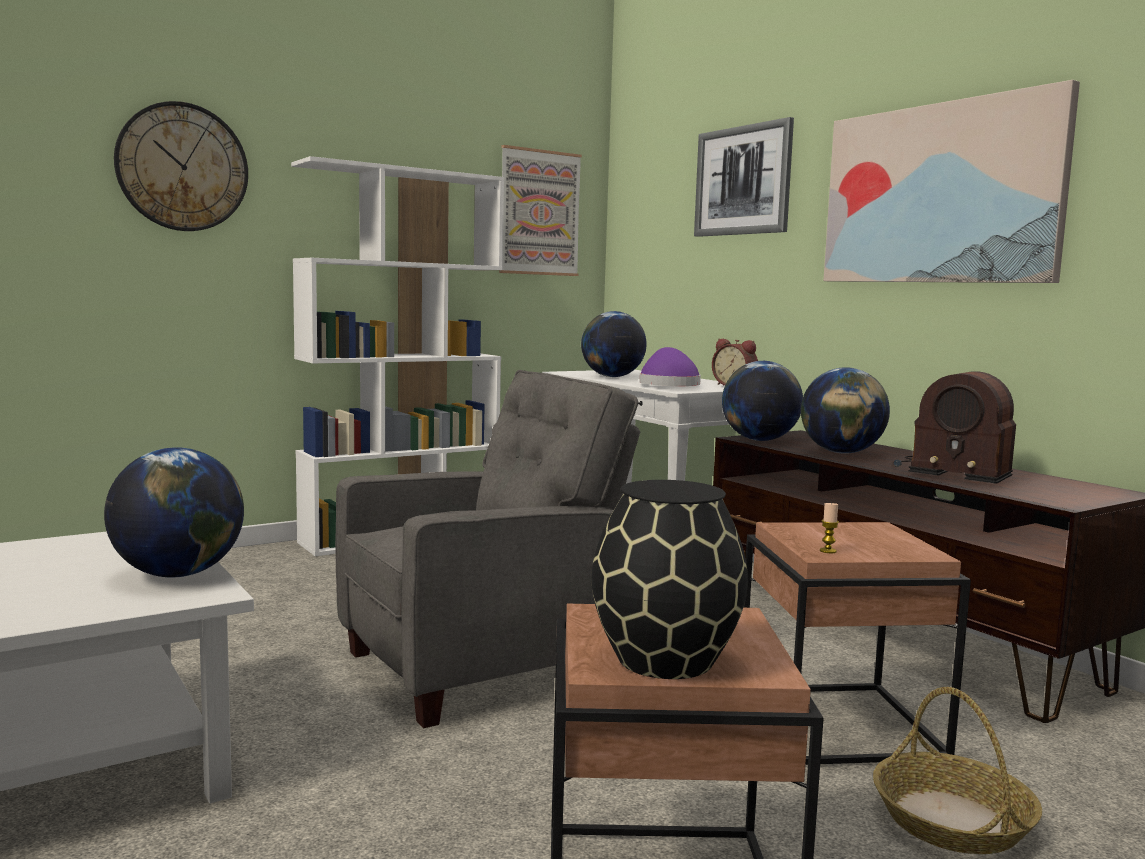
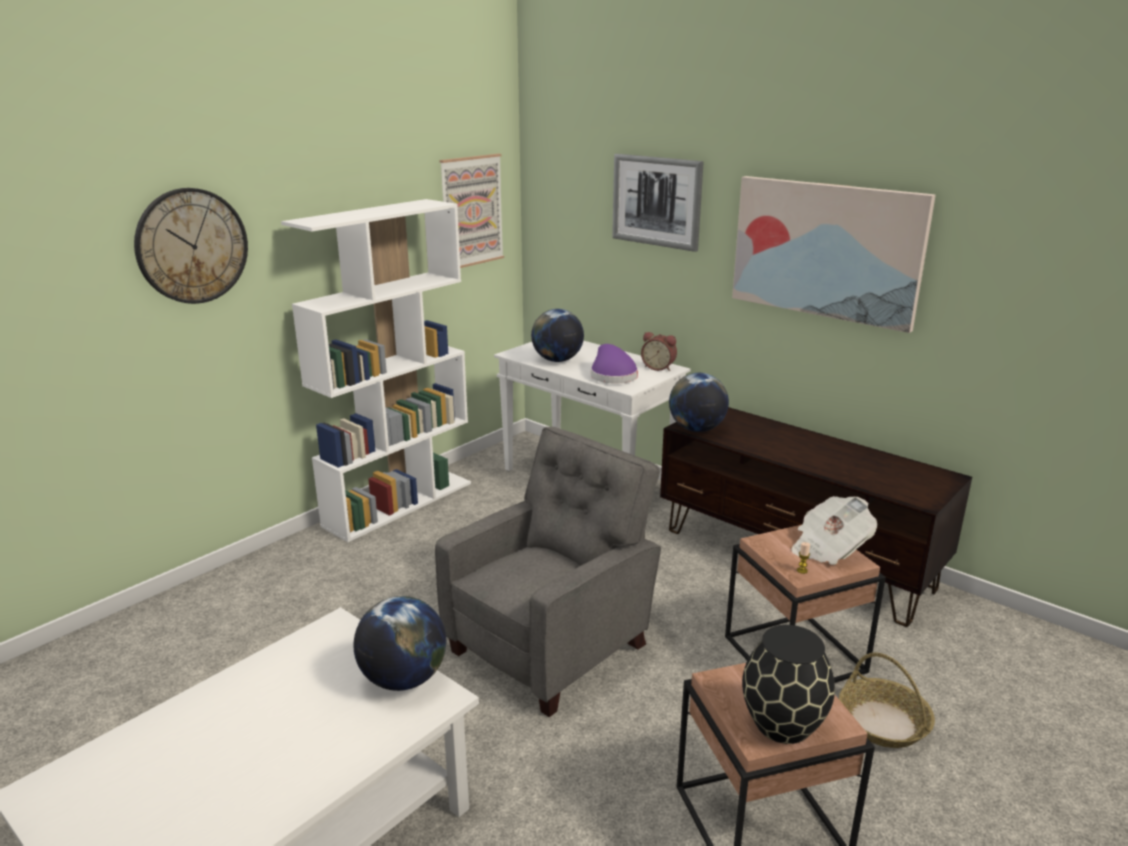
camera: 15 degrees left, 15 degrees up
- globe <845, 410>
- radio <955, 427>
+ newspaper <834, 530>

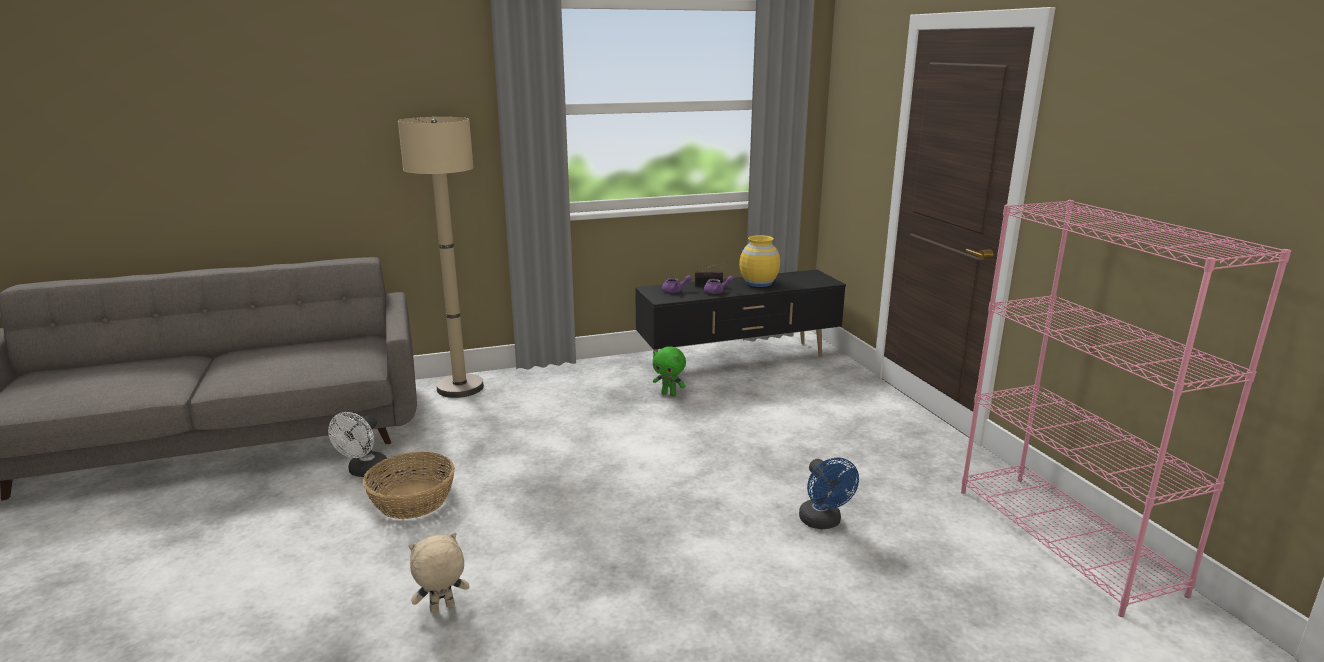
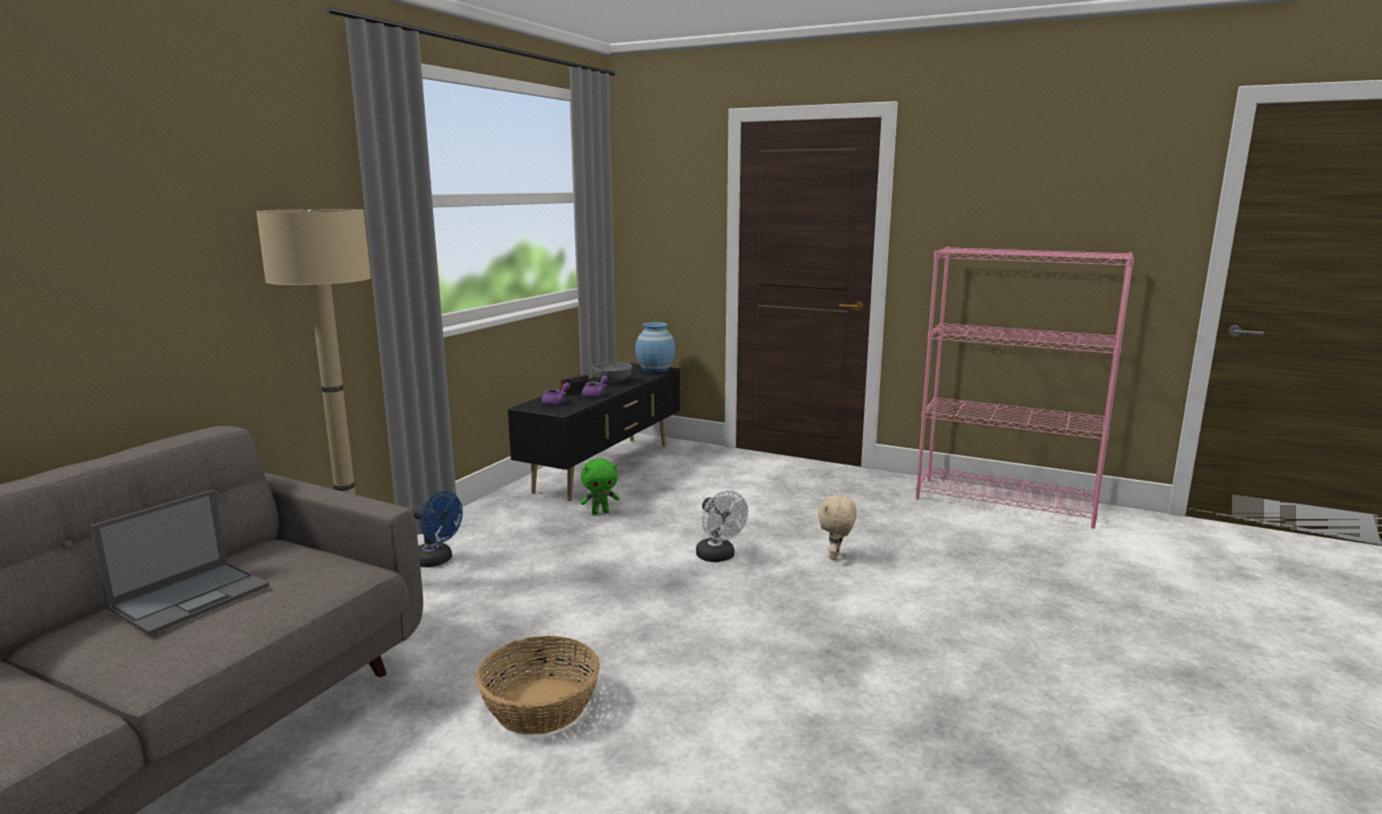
camera: 45 degrees left, 5 degrees down
+ portable computer <179, 562>
+ flower vase in blue-coloured <655, 347>
~ fan in white <357, 444> to <722, 526>
~ plush toy in beige-coloured <439, 572> to <837, 526>
~ fan in blue-coloured <829, 493> to <437, 529>
~ flower vase in yellow <759, 261> to bowl in greyish <612, 372>

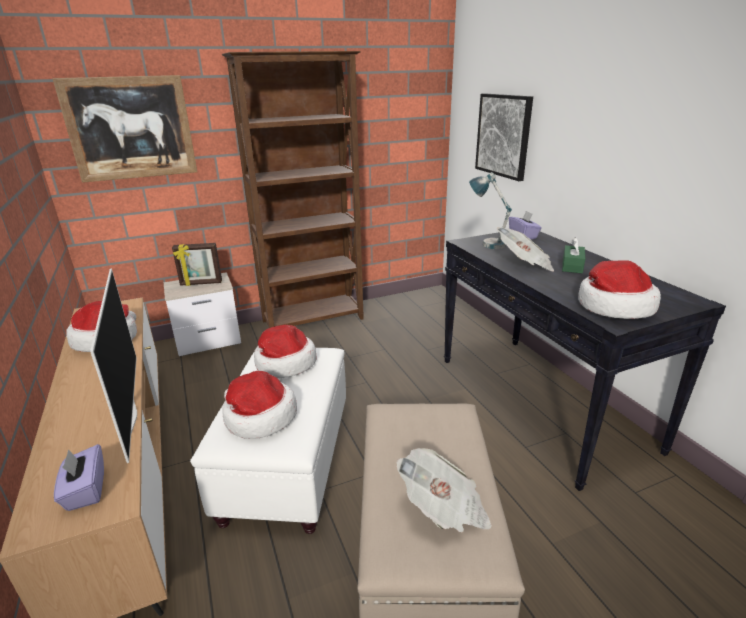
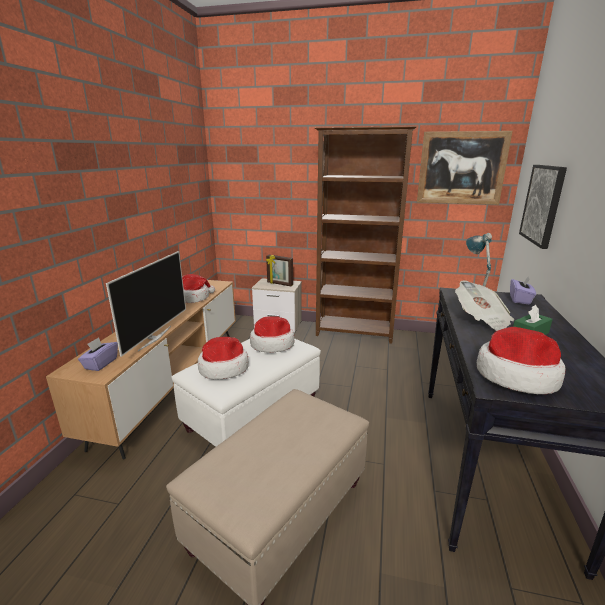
camera: 35 degrees right, 5 degrees down
- newspaper <444, 490>
~ picture <124, 129> to <465, 168>

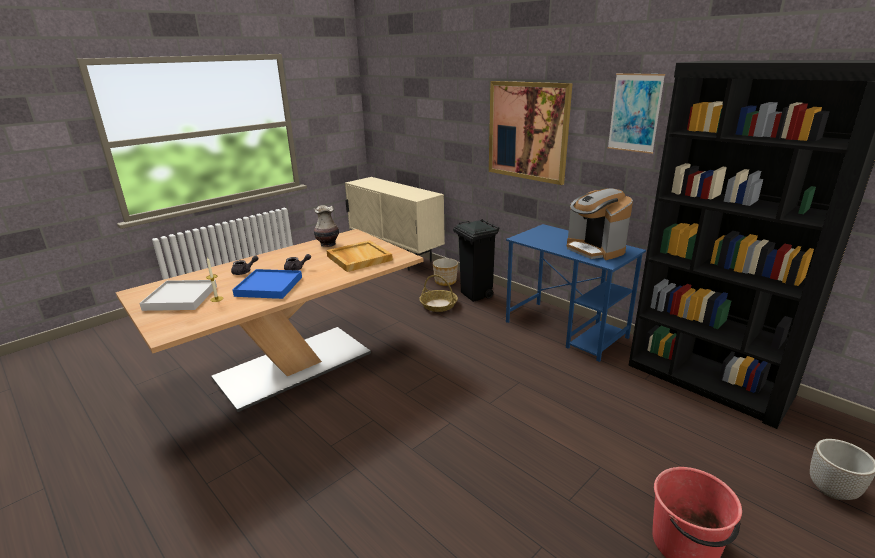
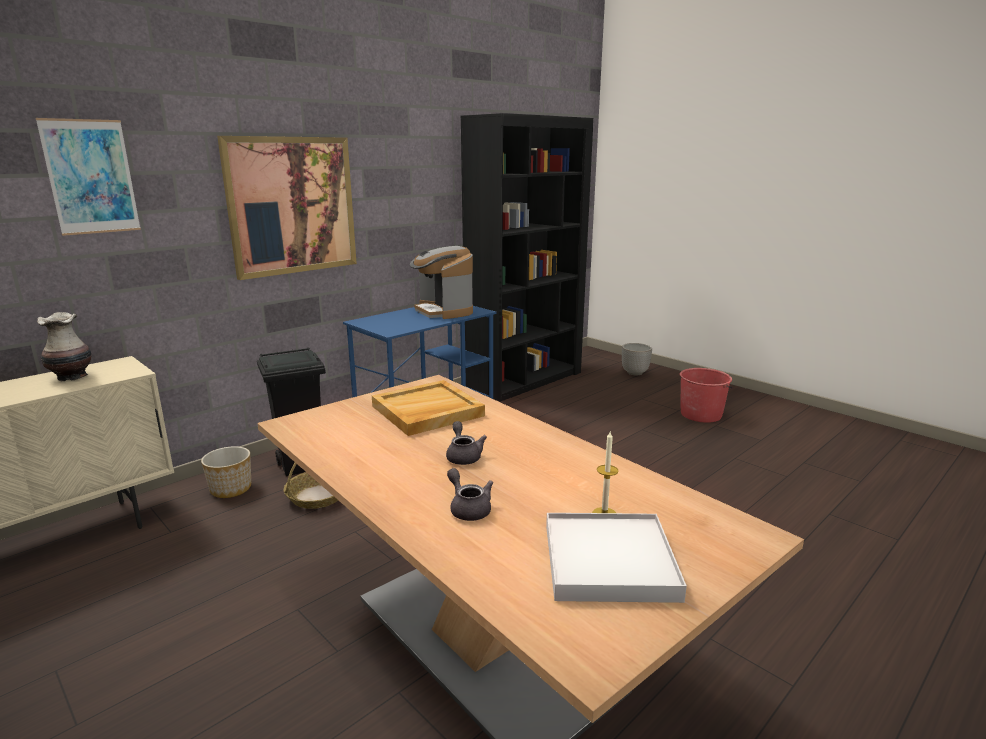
camera: 90 degrees left, 5 degrees down
- serving tray in blue-coloured <267, 284>
~ flower vase <326, 226> to <64, 346>
~ picture <636, 113> to <88, 177>
~ coffee maker <600, 224> = <441, 282> 90 degrees clockwise

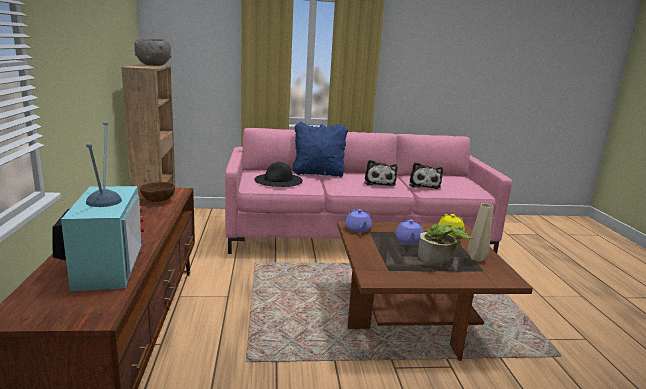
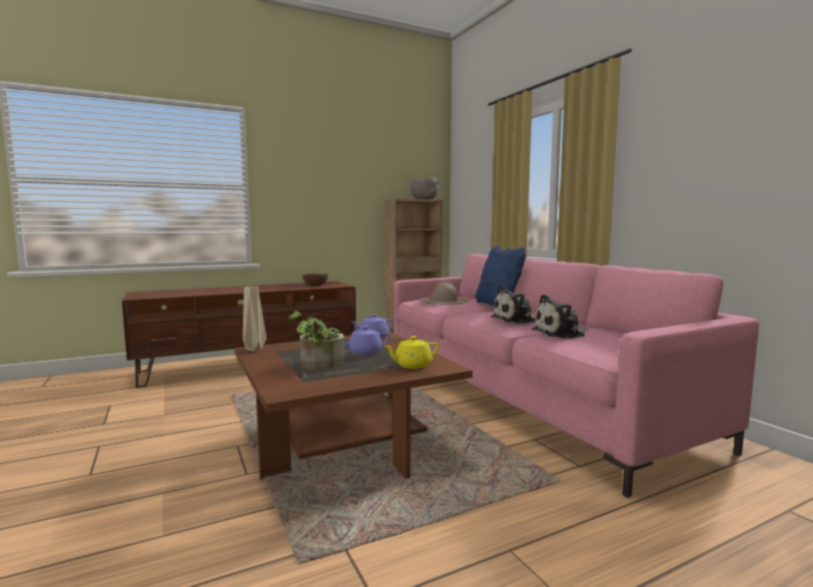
camera: 70 degrees right, 10 degrees down
- TV set <98, 206>
~ flower vase in beige-coloured <480, 233> to <254, 319>
~ clothing hat in black-coloured <278, 174> to clothing hat in beige-coloured <444, 293>

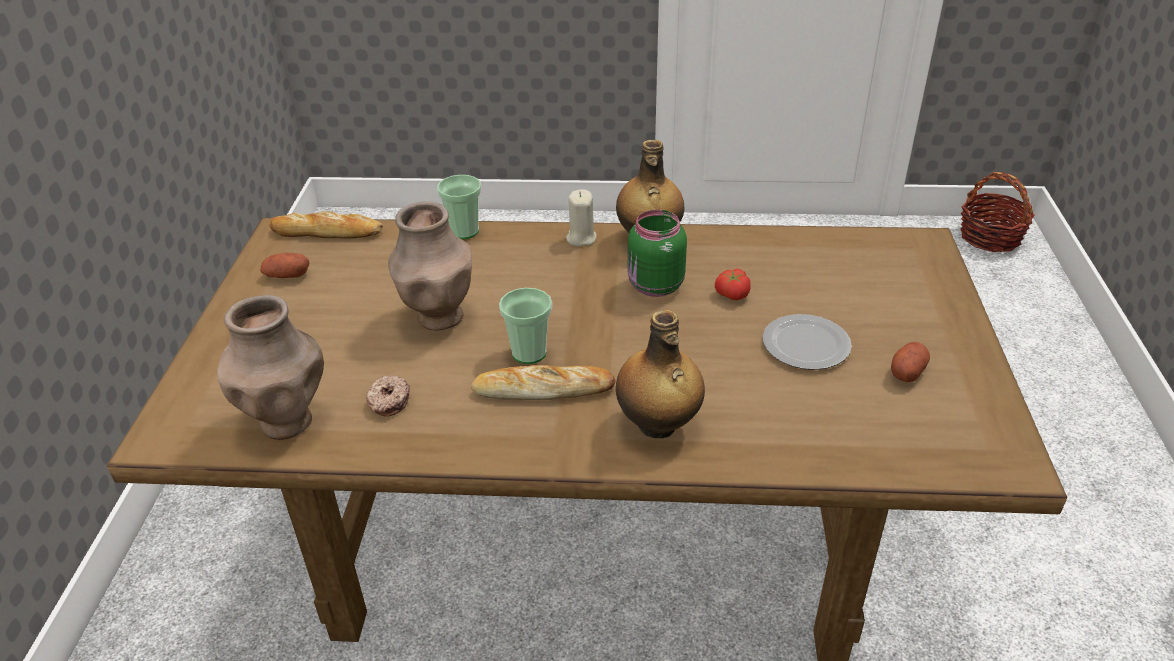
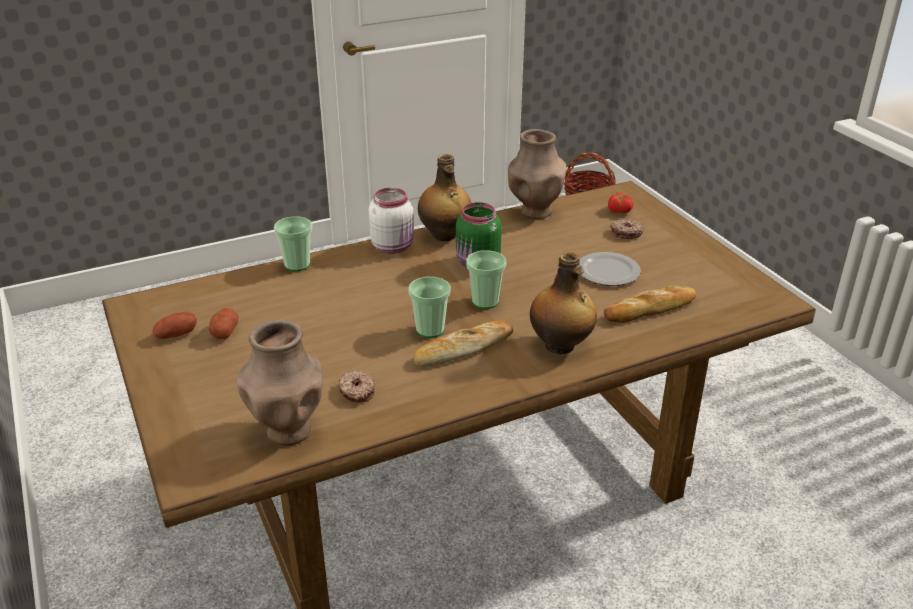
camera: 30 degrees left, 5 degrees down
+ small cup <486, 279>
+ ring doughnut <627, 229>
~ bread <326, 225> to <650, 304>
~ flower vase in brown <430, 266> to <537, 174>
~ whole tomato <733, 284> to <620, 203>
~ potato <910, 362> to <224, 323>
~ candle in beige-coloured <581, 217> to jar in white <391, 221>

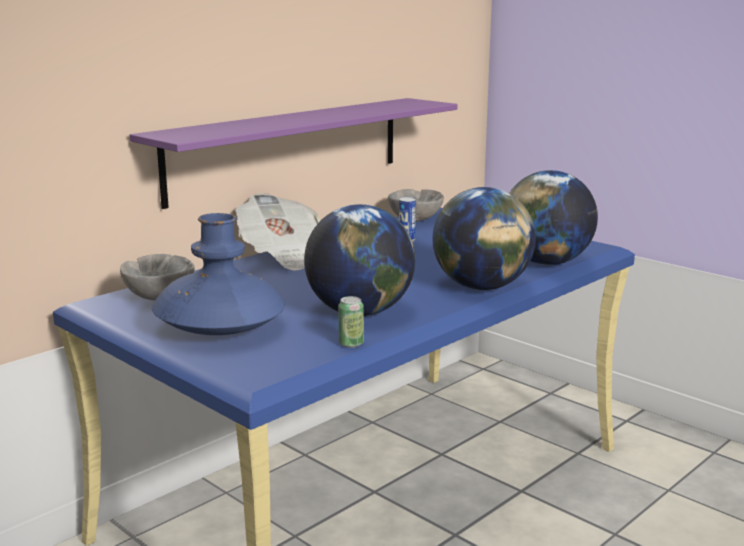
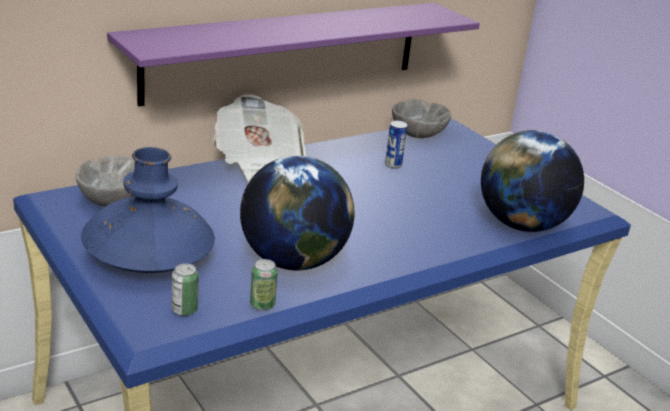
camera: 10 degrees right, 10 degrees up
- globe <484, 238>
+ metal can <185, 289>

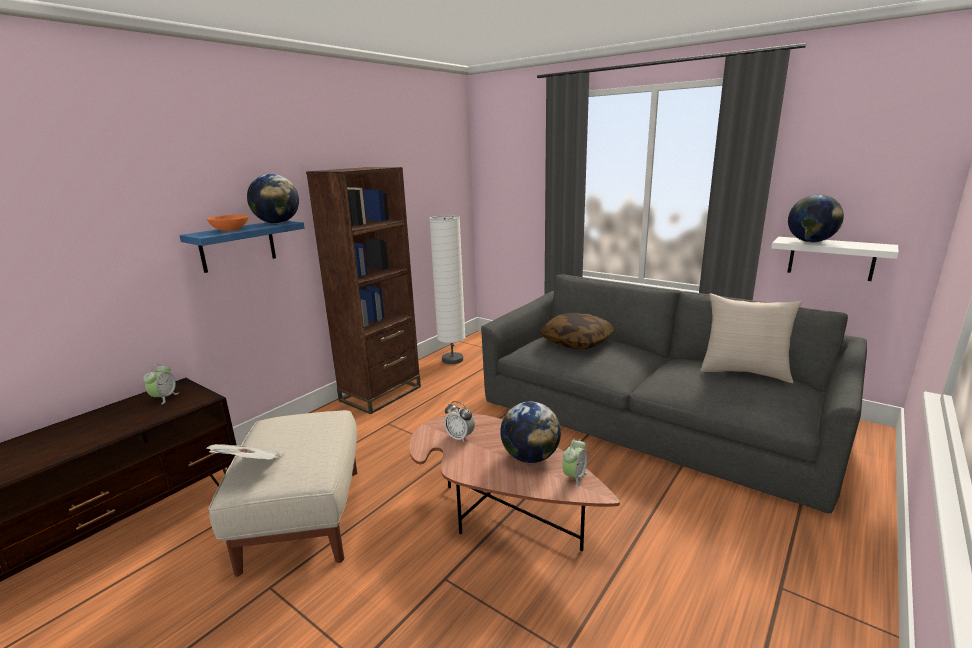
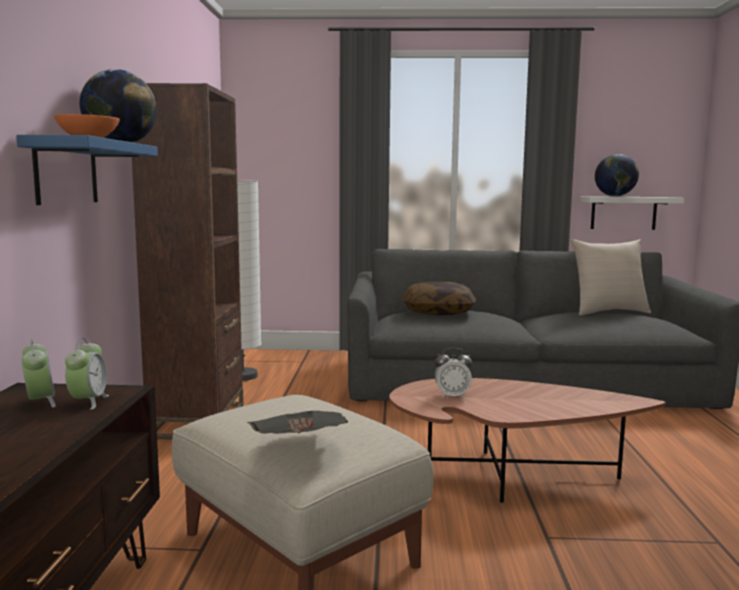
camera: 35 degrees left, 10 degrees down
- globe <530, 432>
~ table clock <575, 463> to <87, 374>

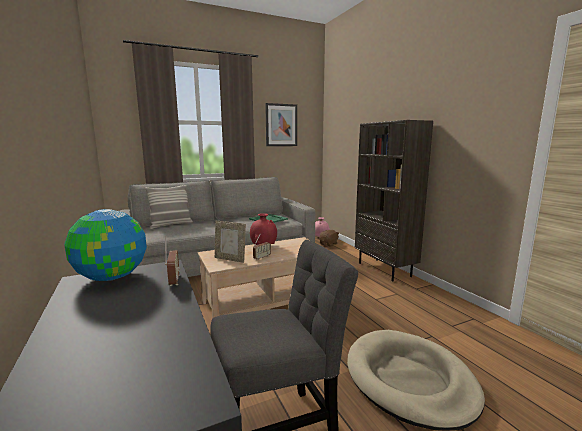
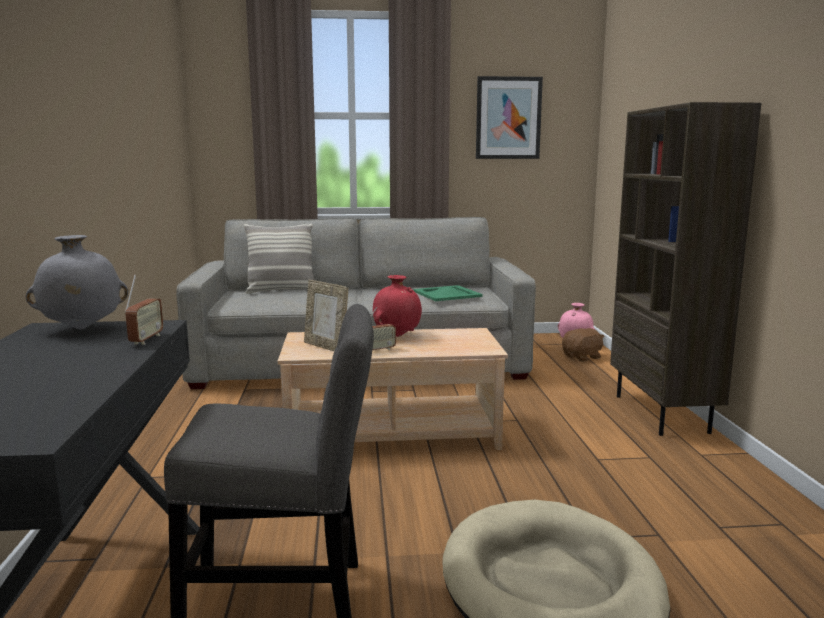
camera: 20 degrees right, 0 degrees up
~ globe <105, 245> to flower vase in greyish <77, 282>

